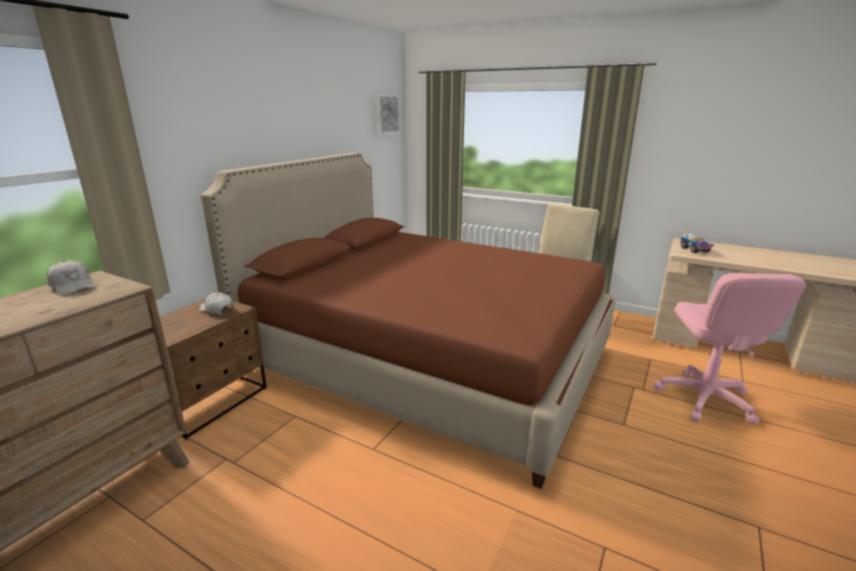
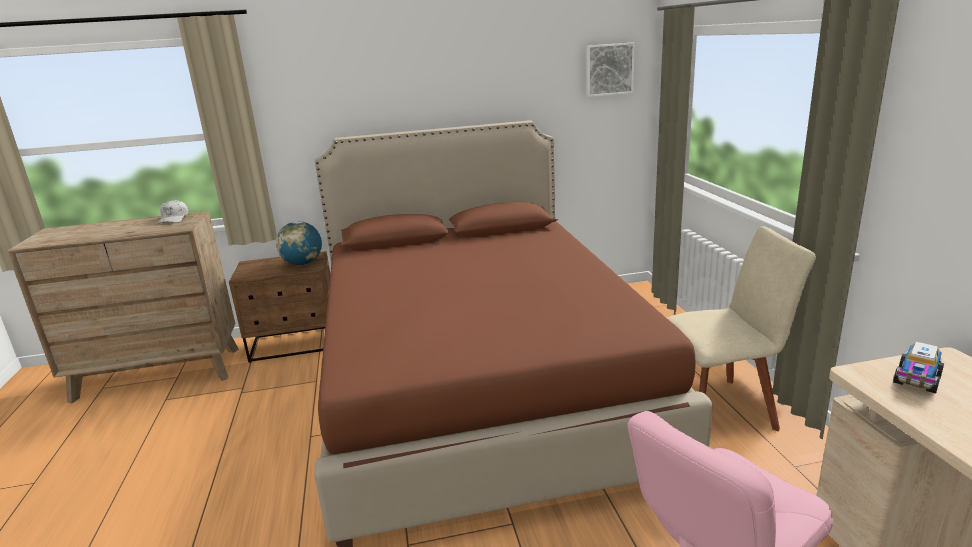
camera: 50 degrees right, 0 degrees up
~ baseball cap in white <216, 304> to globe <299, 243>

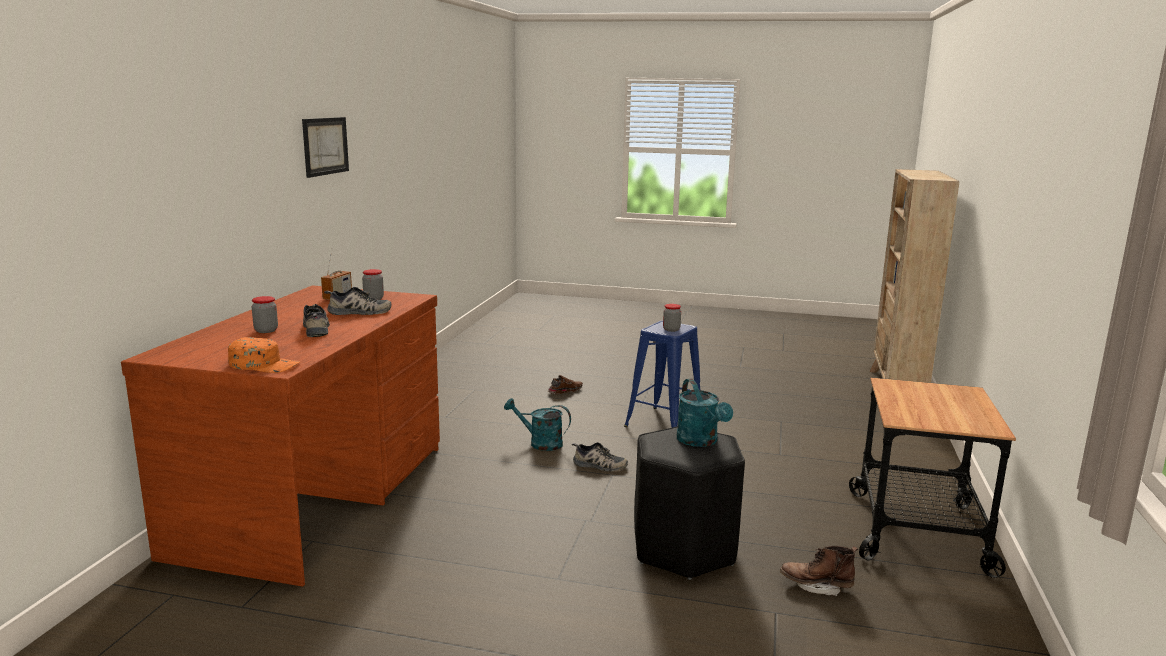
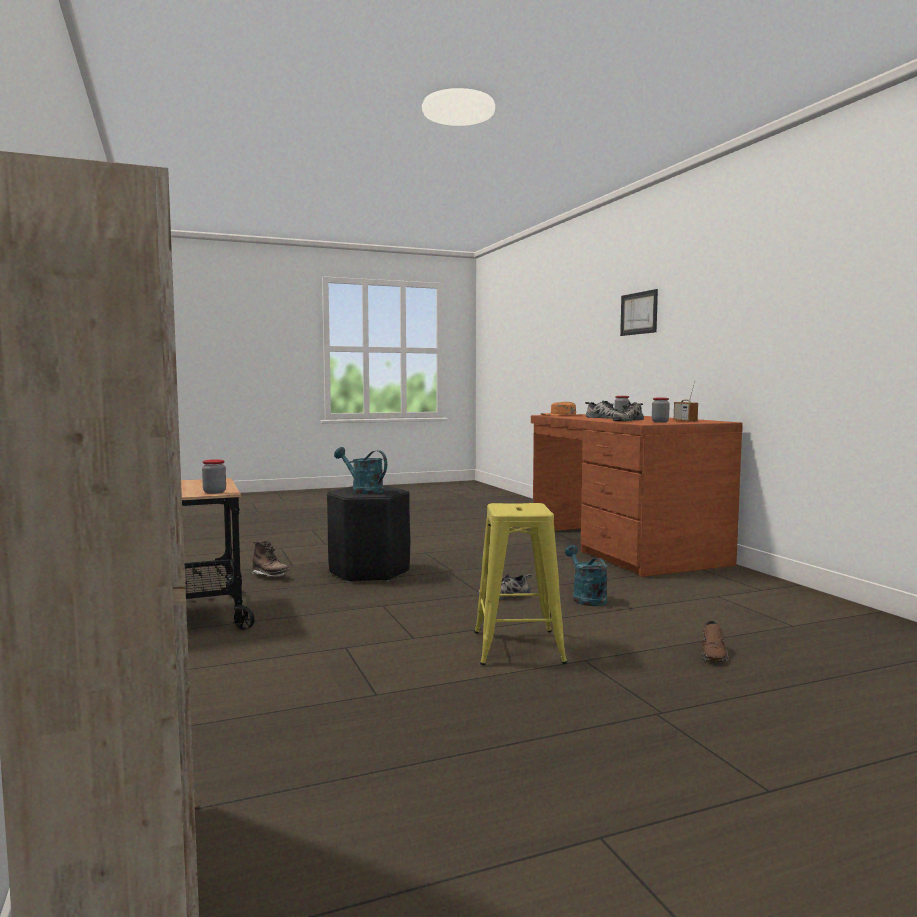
camera: 145 degrees right, 10 degrees down
~ picture <325, 147> to <639, 312>
~ jar <672, 318> to <214, 476>
~ stool seat in blue-coloured <662, 374> to stool seat in yellow <520, 584>
~ sprinkling can in blue-green <537, 424> = <586, 575> 90 degrees counterclockwise
~ tall boot in brown <819, 571> = <271, 559> 60 degrees clockwise

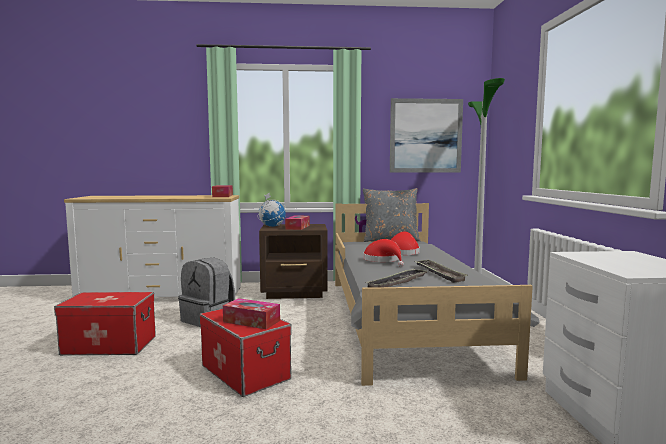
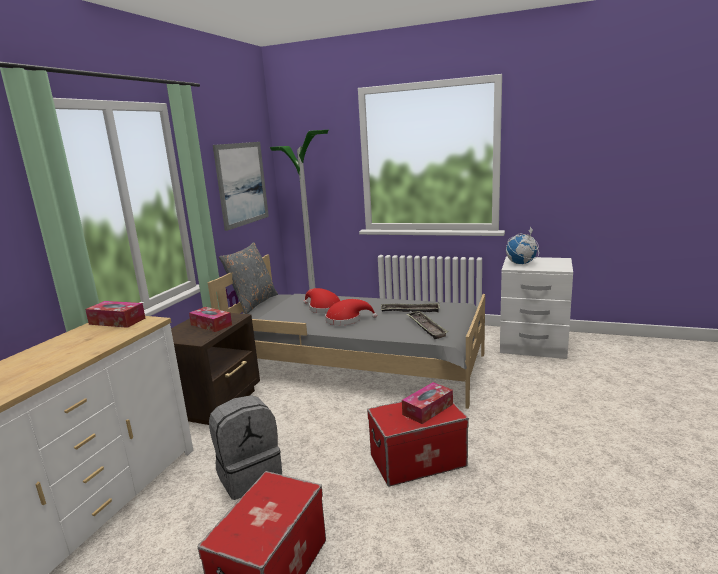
camera: 65 degrees left, 10 degrees up
~ globe <272, 210> to <522, 245>

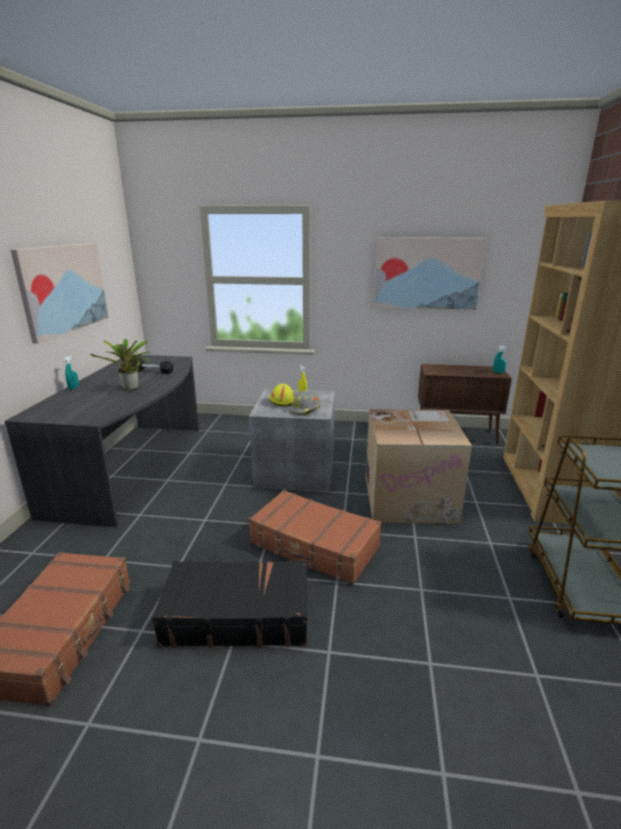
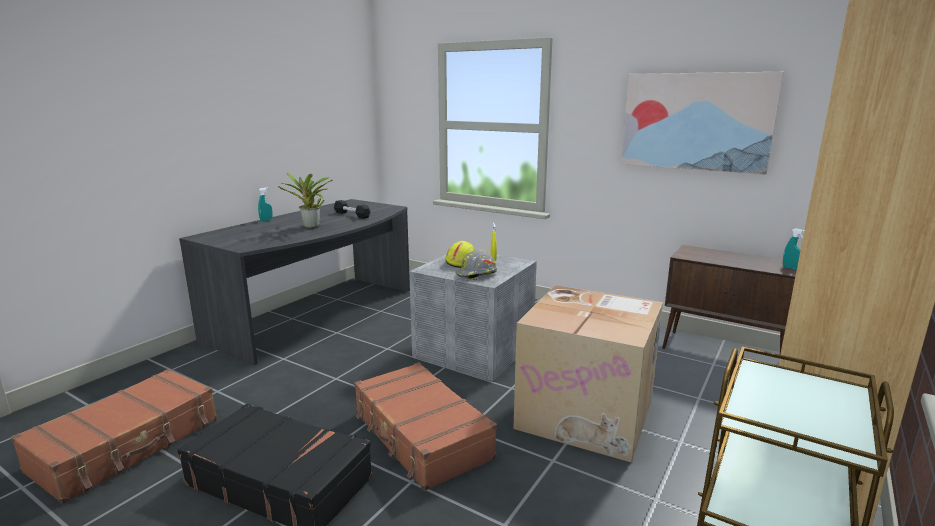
camera: 25 degrees right, 5 degrees down
- picture <60, 293>

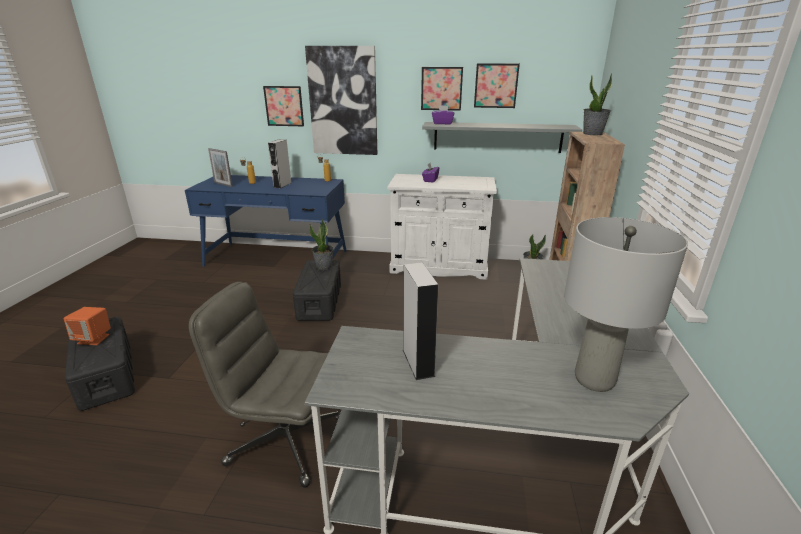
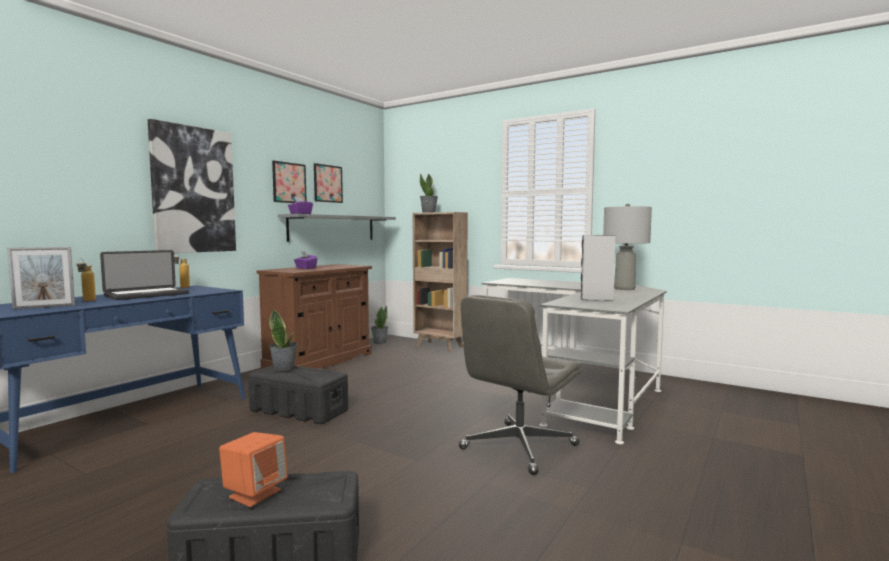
camera: 65 degrees left, 20 degrees down
- picture <283, 106>
~ audio speaker in greyish <279, 164> to portable computer <144, 275>
~ cabinet in white <442, 227> to cabinet in brown <314, 316>

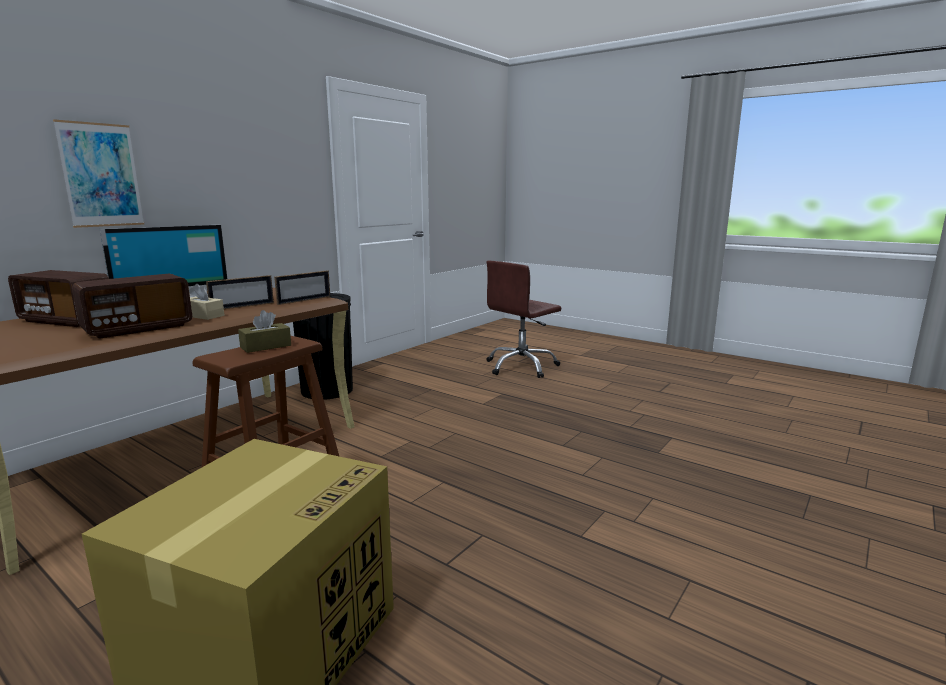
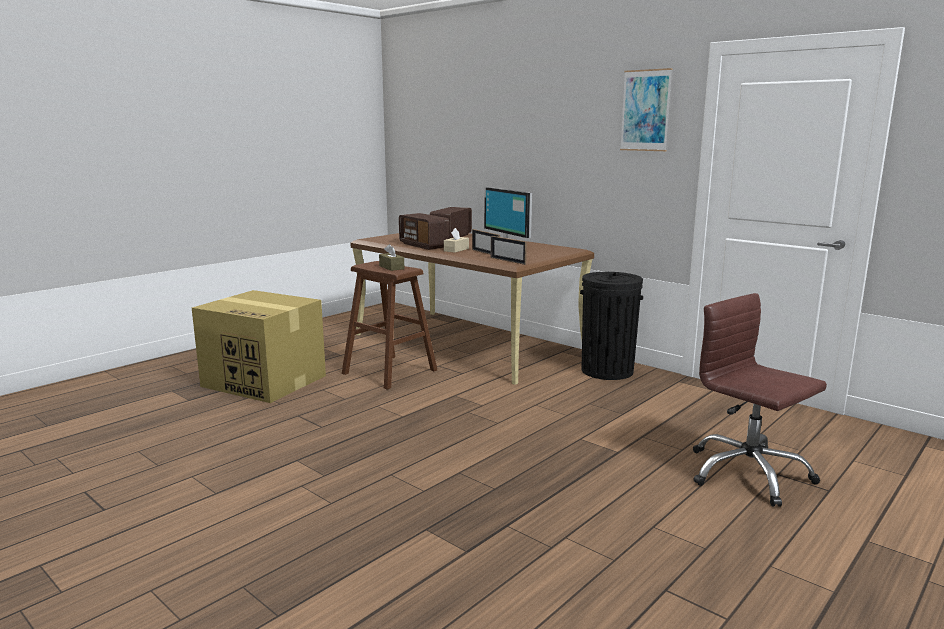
camera: 95 degrees right, 0 degrees up
~ picture <98, 173> to <646, 109>

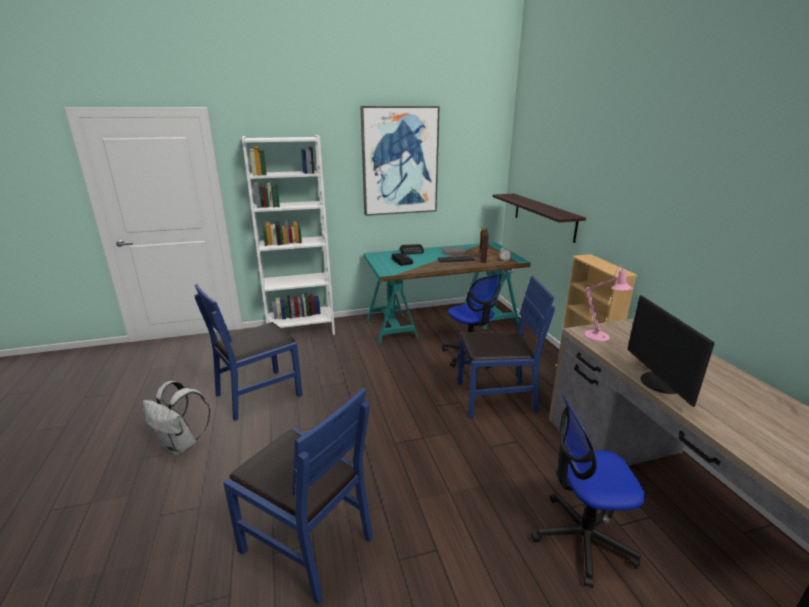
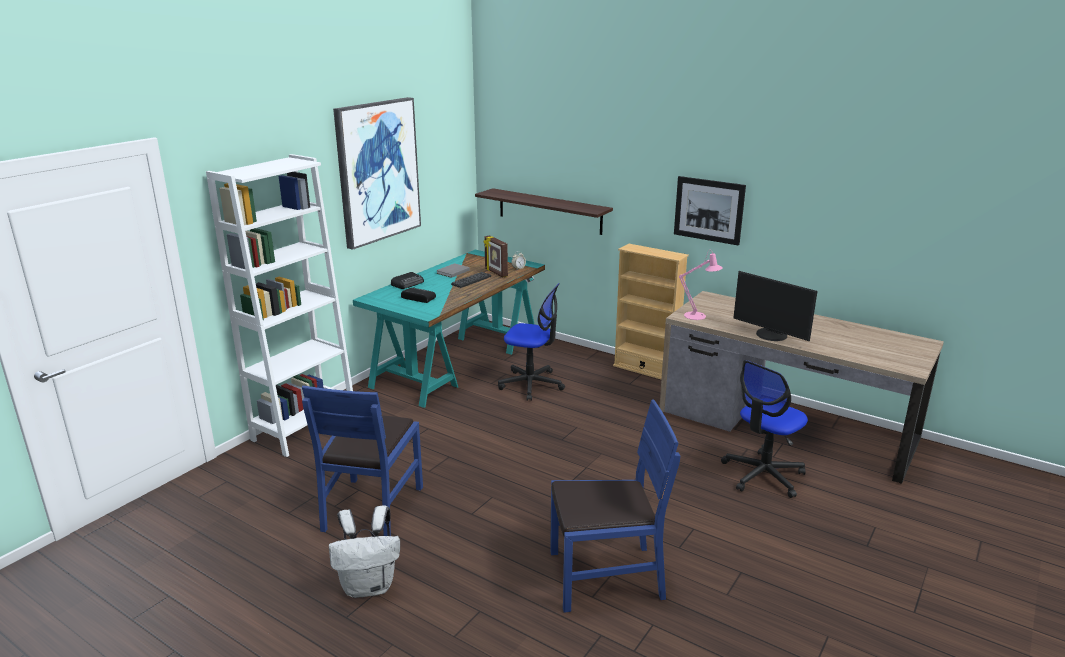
camera: 40 degrees left, 0 degrees up
- upright chair in blue-coloured <506, 347>
+ picture <710, 211>

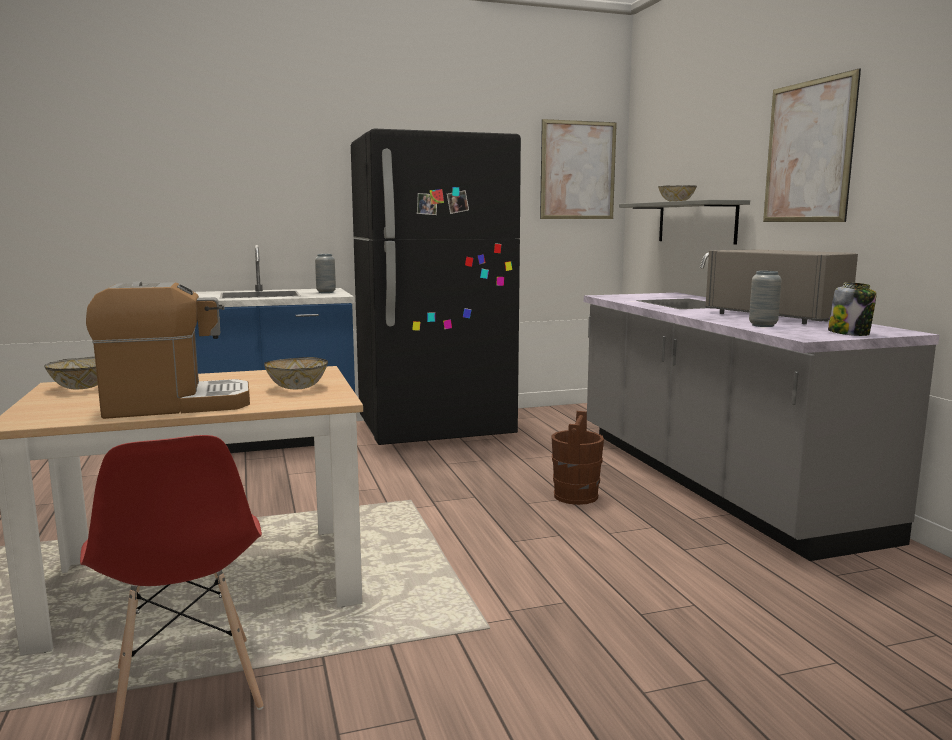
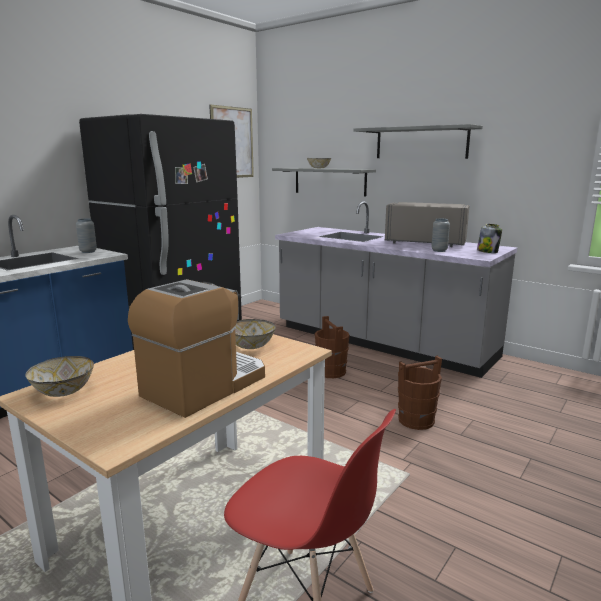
camera: 35 degrees left, 5 degrees up
+ water bucket in brown <420, 393>
~ picture <812, 145> to bracket shelf in greyish <418, 141>

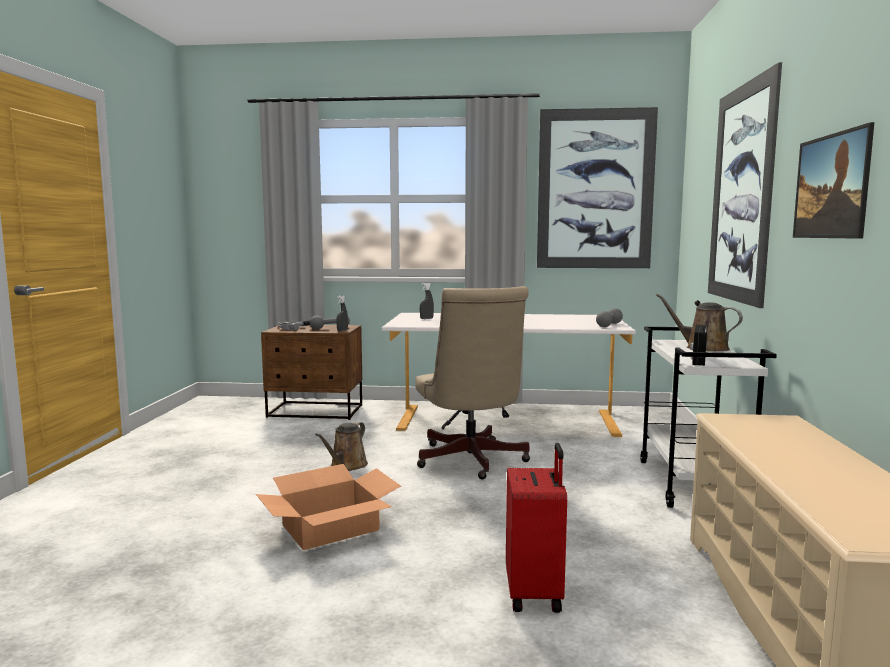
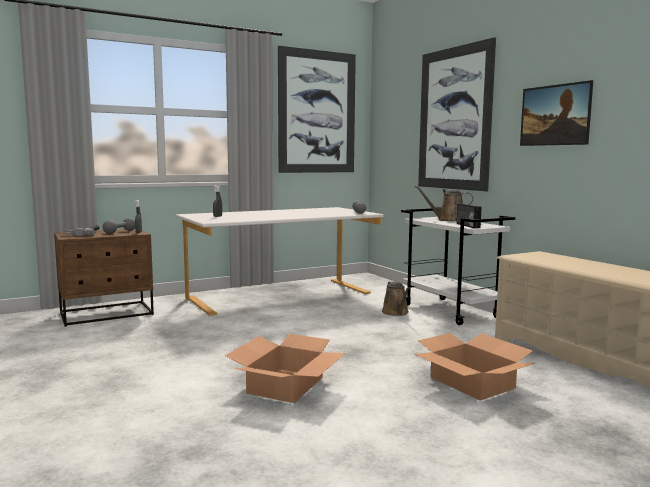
camera: 35 degrees left, 0 degrees up
- office chair in beige-coloured <472, 383>
~ sprinkling can in brown <341, 446> to <395, 298>
~ suitcase in reddish <536, 528> to packing box <474, 367>

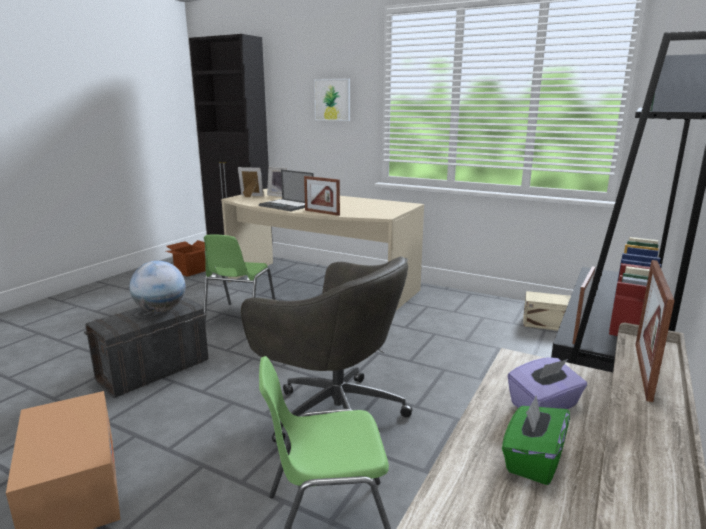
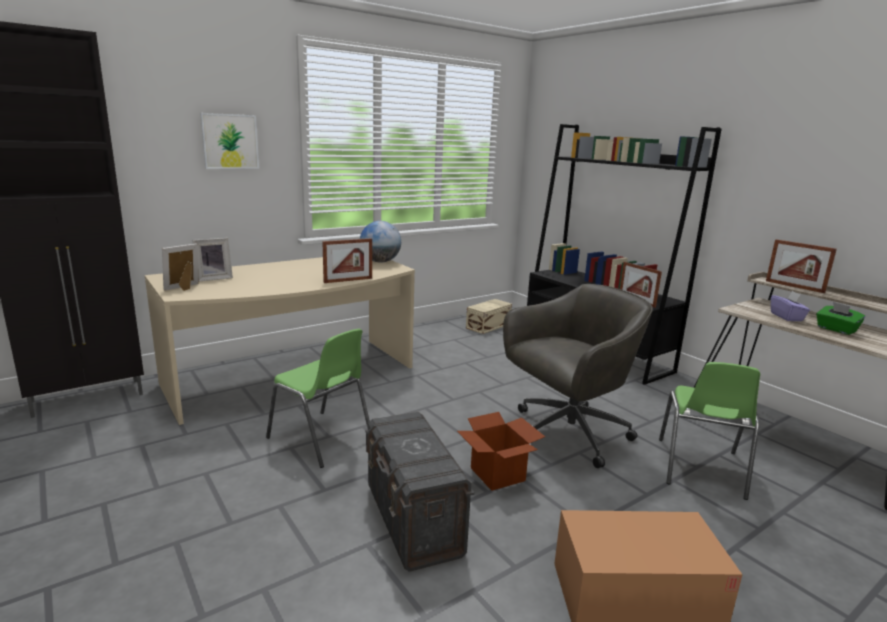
camera: 65 degrees left, 0 degrees up
- portable computer <286, 190>
~ globe <157, 287> to <380, 242>
~ packing box <186, 258> to <501, 451>

